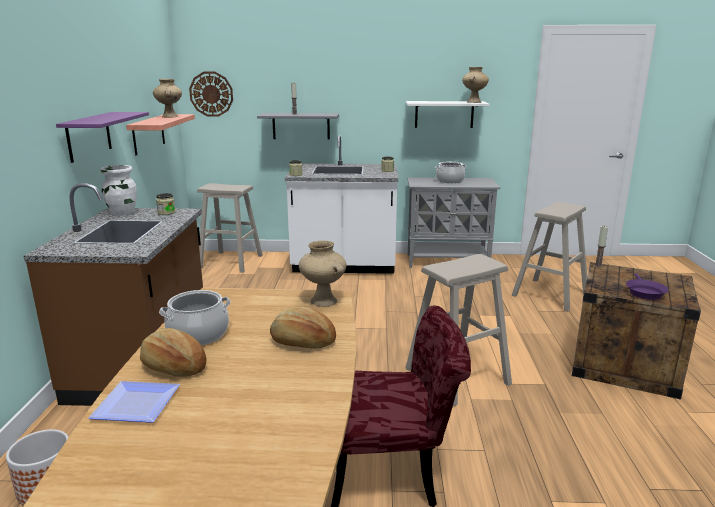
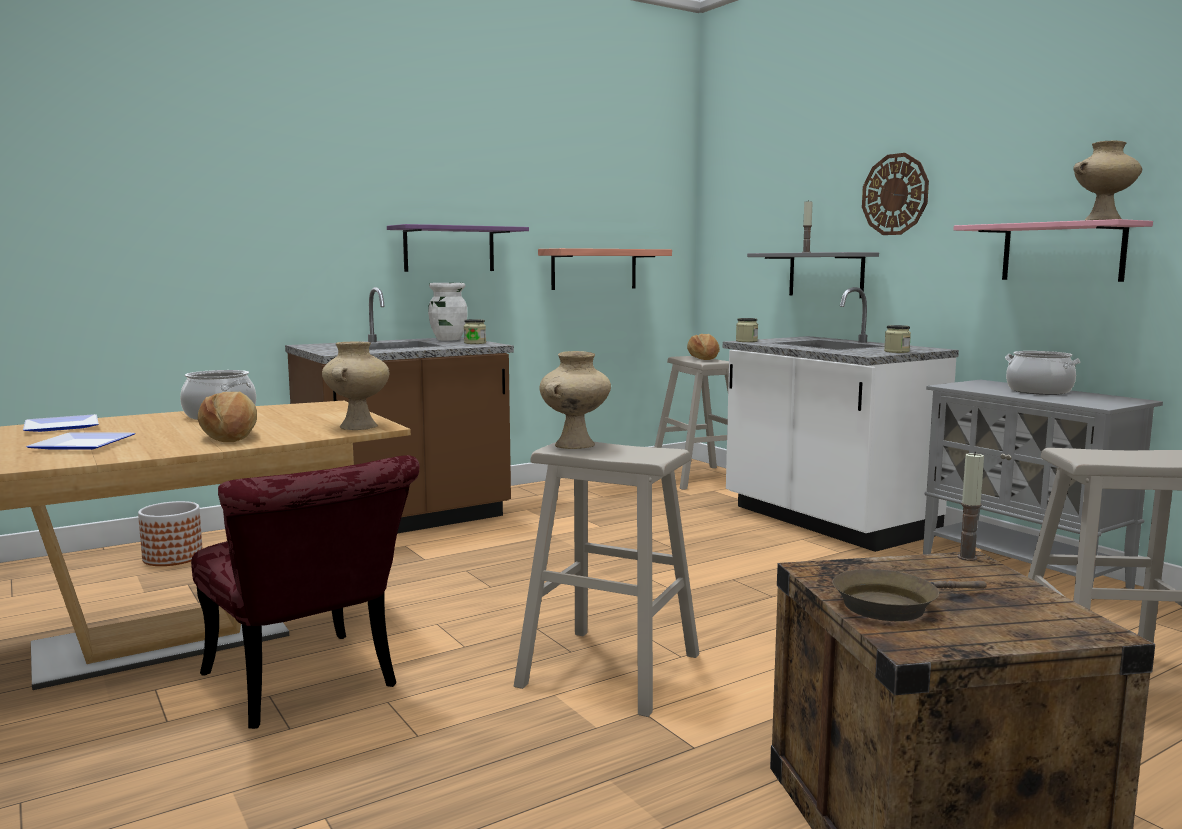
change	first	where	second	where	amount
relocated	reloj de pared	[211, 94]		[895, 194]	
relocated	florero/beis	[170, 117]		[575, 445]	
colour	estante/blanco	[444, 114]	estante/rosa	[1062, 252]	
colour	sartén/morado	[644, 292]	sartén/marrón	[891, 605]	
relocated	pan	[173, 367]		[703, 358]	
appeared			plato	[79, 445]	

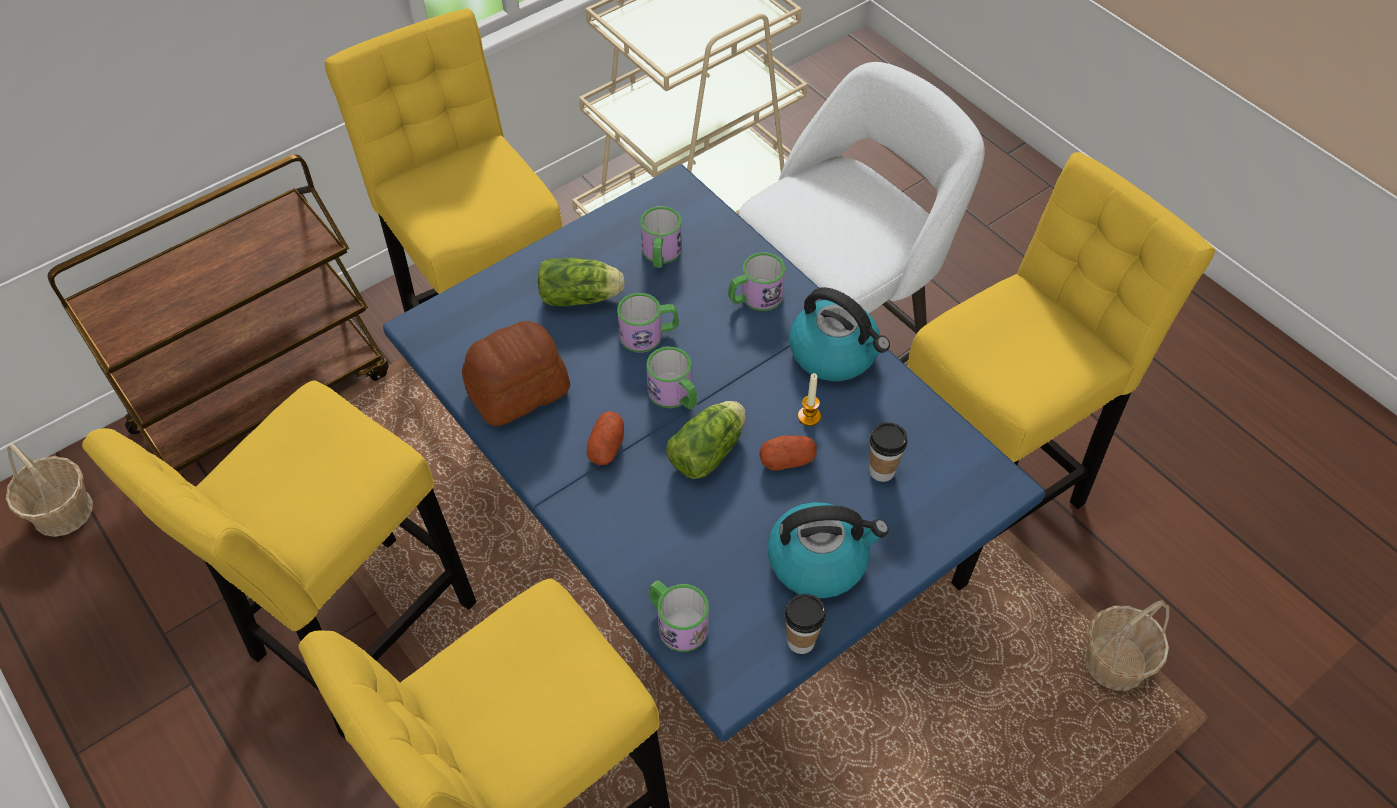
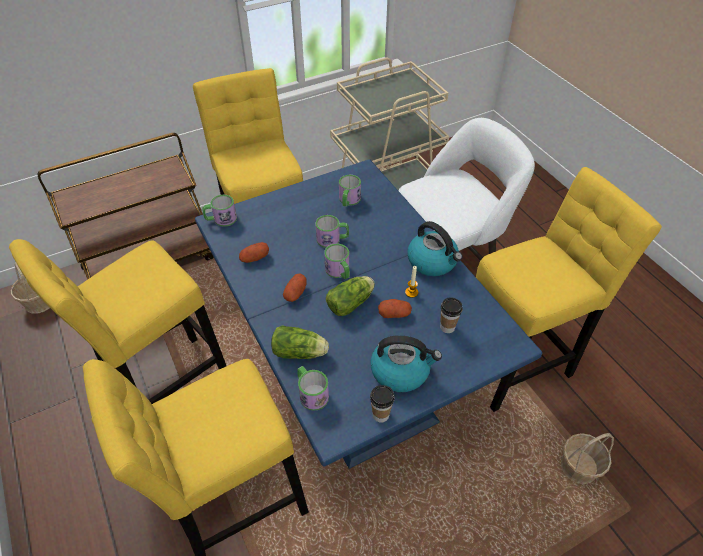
change	first	where	second	where	amount
relocated	taza grande	[755, 298]		[221, 219]	
relocated	lechuga	[583, 297]		[301, 352]	
exchanged	pan	[516, 390]	patata	[254, 258]	

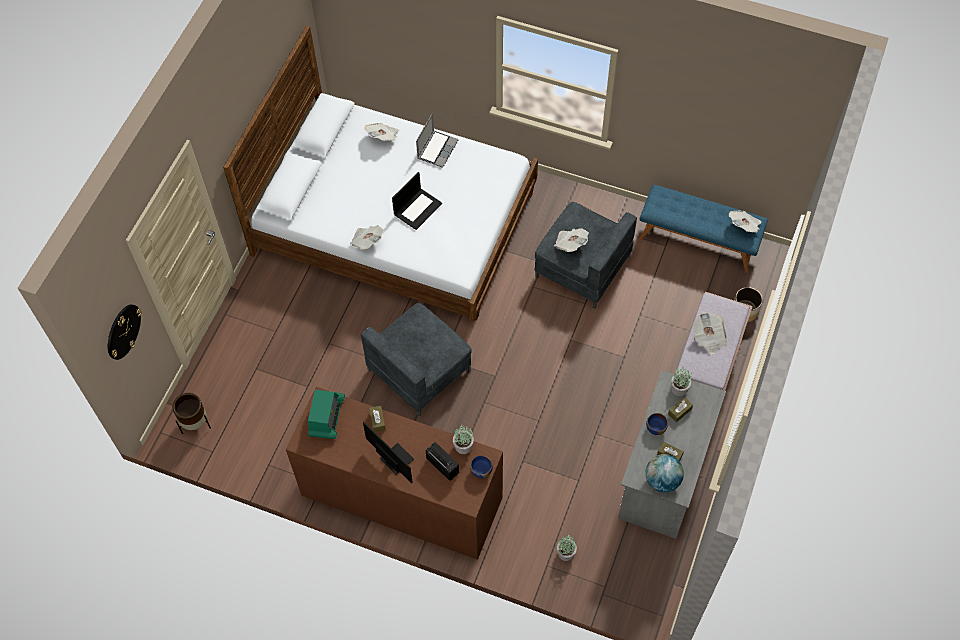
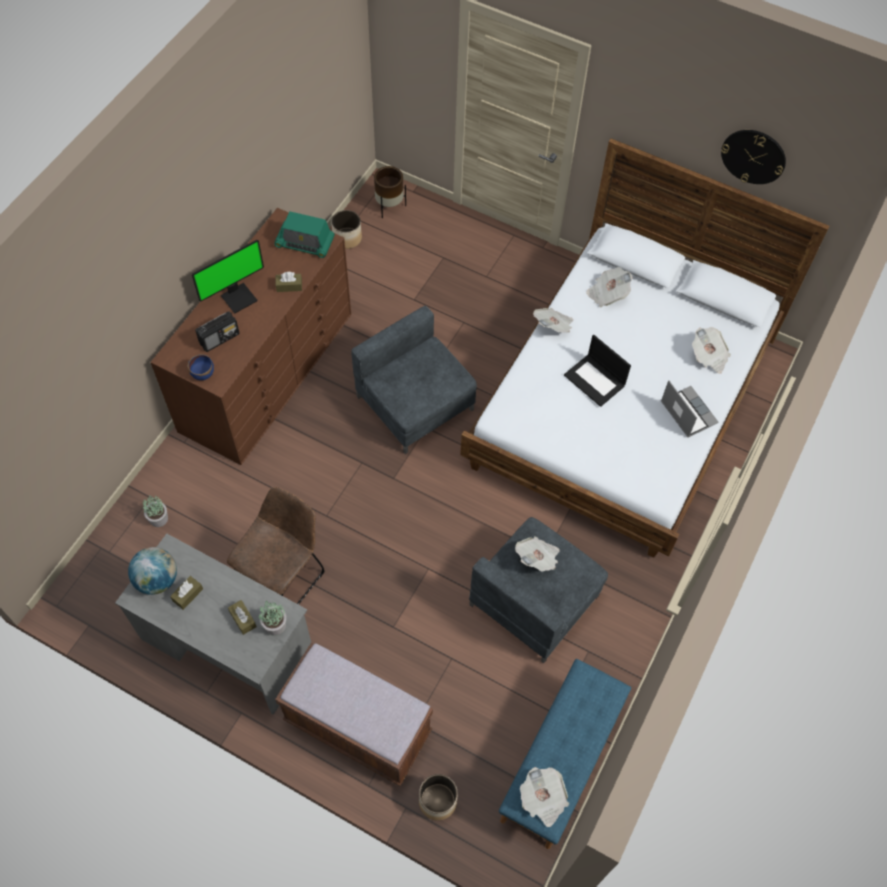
change	first	where	second	where	amount
spun	portátil	[437, 149]		[687, 412]	150 degrees counterclockwise
relocated	reloj de pared	[123, 331]		[753, 156]	
relocated	periódico	[708, 338]		[607, 294]	
missing	cuenco/azul	[655, 428]			
missing	planta en maceta	[463, 446]			
appeared			maceta	[347, 238]	
appeared			silla/marrón	[283, 576]	

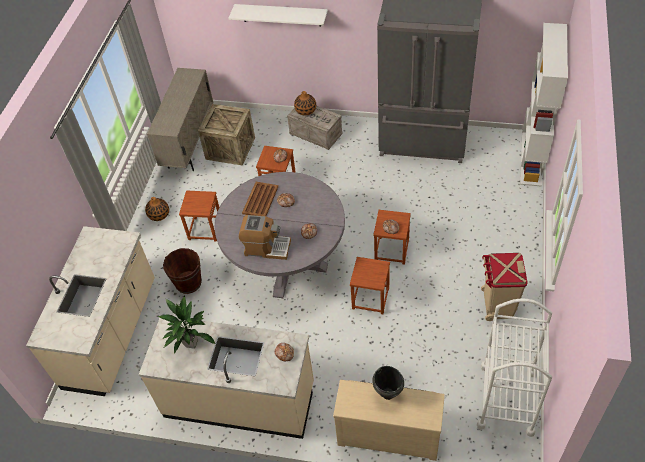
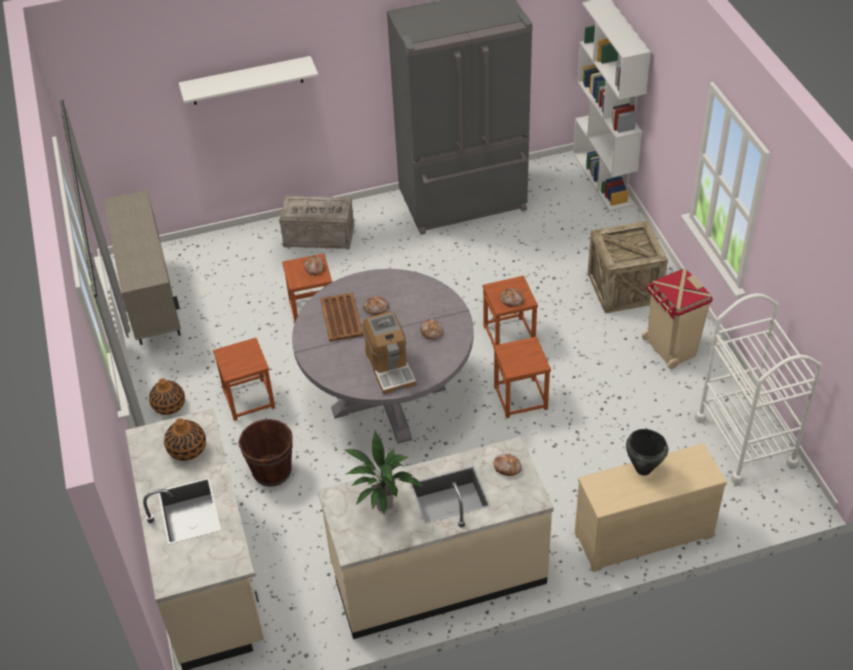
change	first	where	second	where	amount
relocated	florero	[305, 110]		[187, 449]	
relocated	caja de embalaje	[230, 148]		[624, 288]	
spun	cafetera	[266, 248]		[390, 368]	90 degrees clockwise

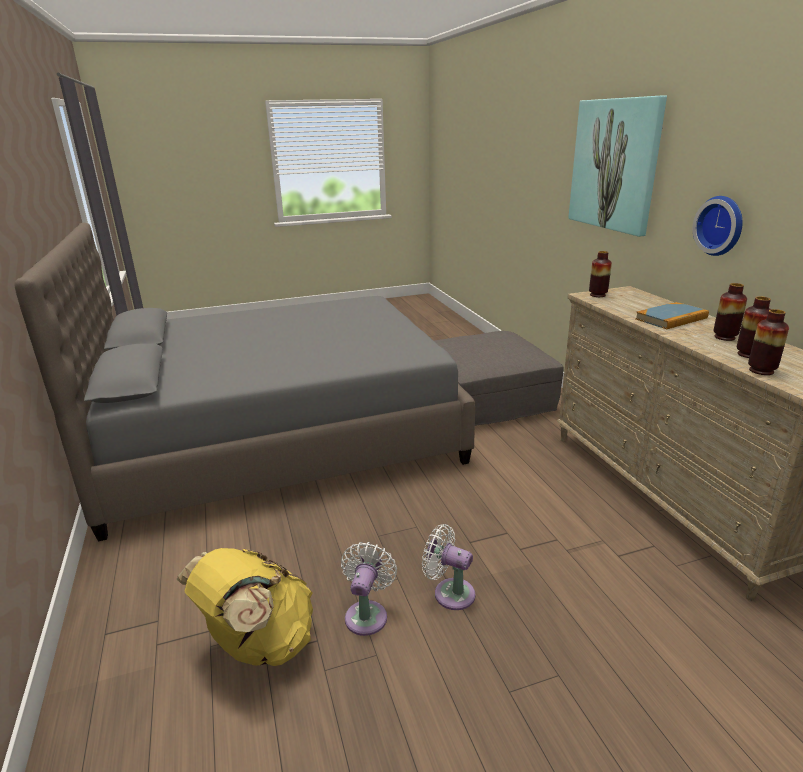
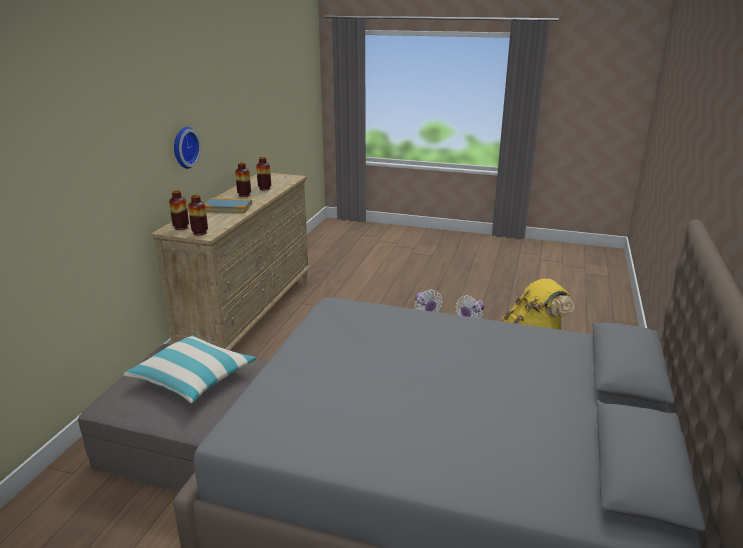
change	first	where	second	where	amount
missing	cuadro	[615, 165]			
relocated	florero	[761, 371]		[181, 228]	
appeared			cojín	[193, 378]	

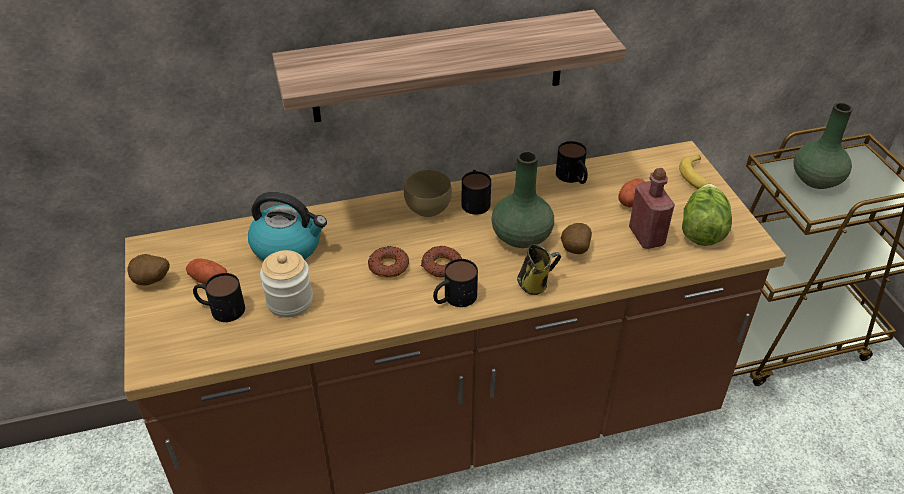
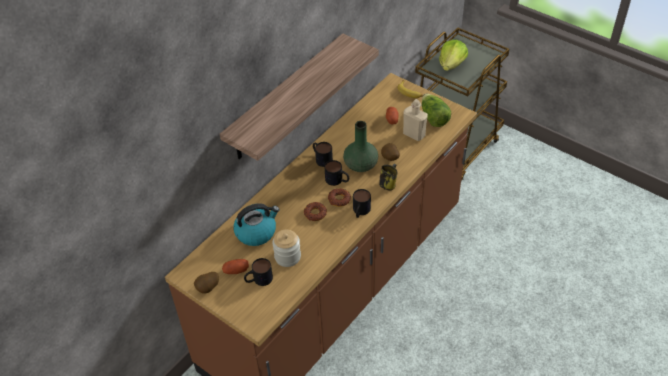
change	first	where	second	where	amount
exchanged	florero/verde	[817, 180]	lechuga	[451, 64]	
relocated	taza grande	[573, 178]		[337, 180]	
colour	botella/rojo	[646, 236]	botella/beis	[414, 134]	
missing	cuenco/marrón	[429, 208]			

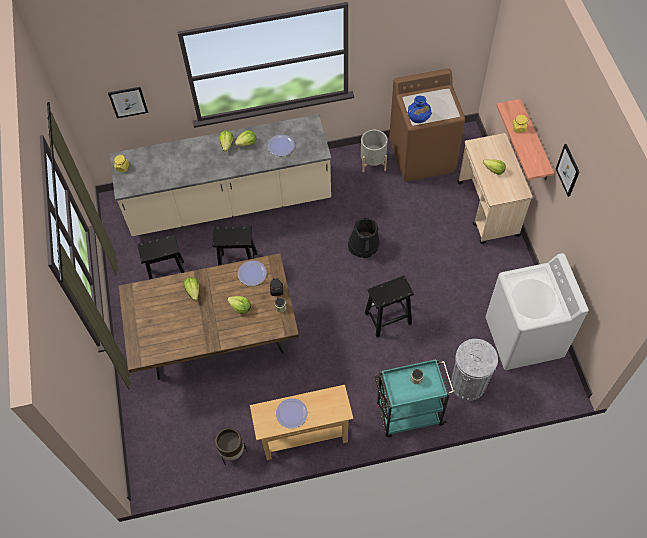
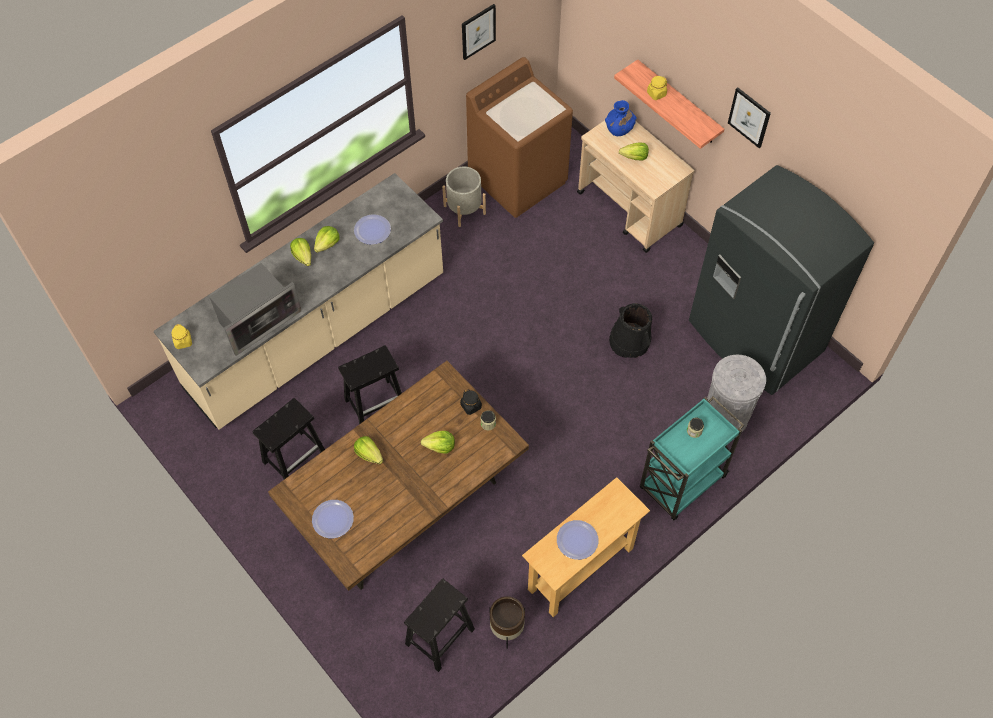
change	first	where	second	where	amount
relocated	cuadro	[128, 102]		[478, 31]	
relocated	florero/azul	[418, 118]		[619, 129]	
relocated	cubo/negro	[363, 245]		[630, 341]	
exchanged	lavadora/blanco	[523, 338]	nevera/gris	[754, 338]	
relocated	plato	[252, 273]		[333, 519]	
relocated	taburete/negro	[387, 318]		[439, 637]	
appeared			microondas	[257, 320]	

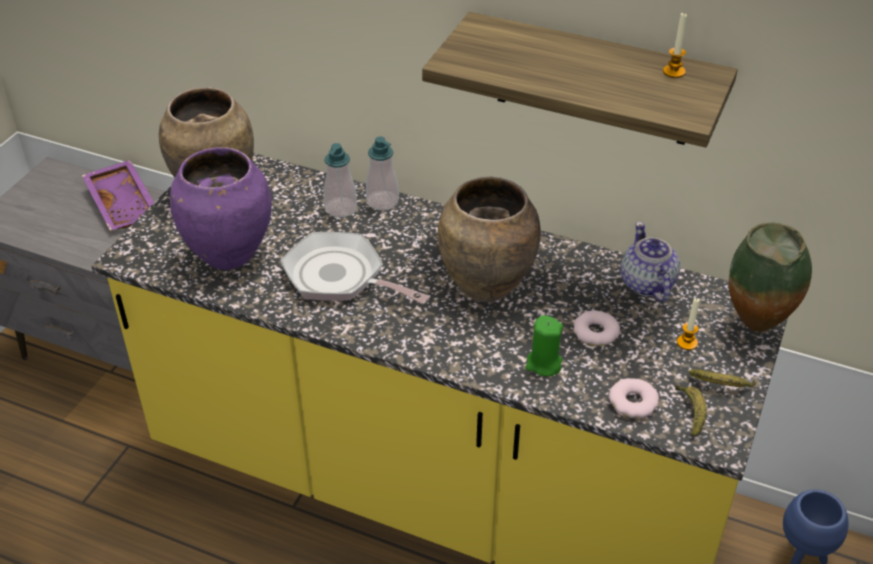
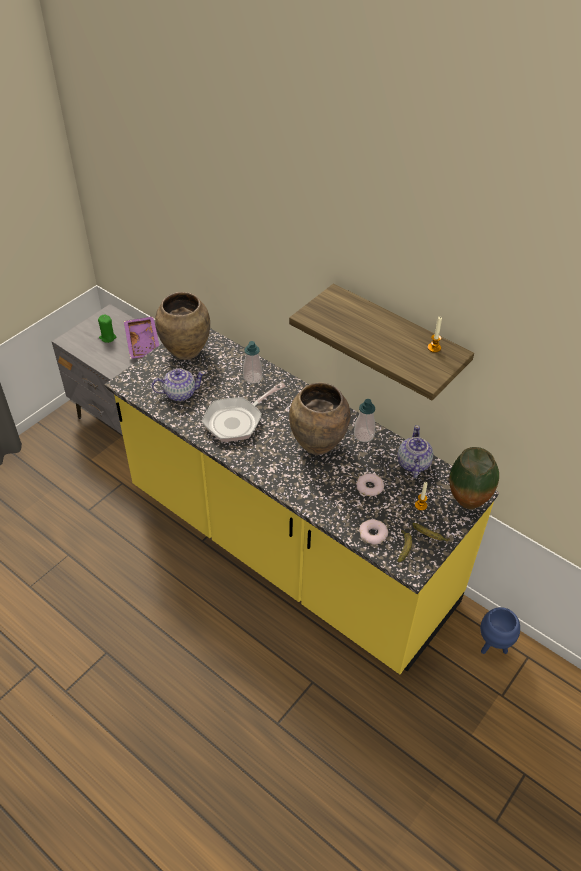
change	first	where	second	where	amount
relocated	dispensador de jabón	[382, 201]		[364, 435]	
exchanged	florero/morado	[228, 254]	tetera	[179, 393]	
spun	sartén	[340, 277]		[237, 421]	90 degrees counterclockwise
relocated	vela/verde	[543, 364]		[107, 337]	

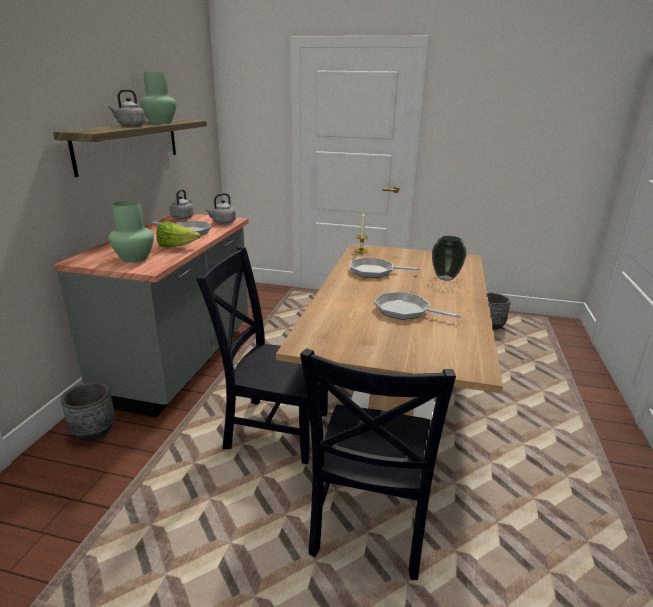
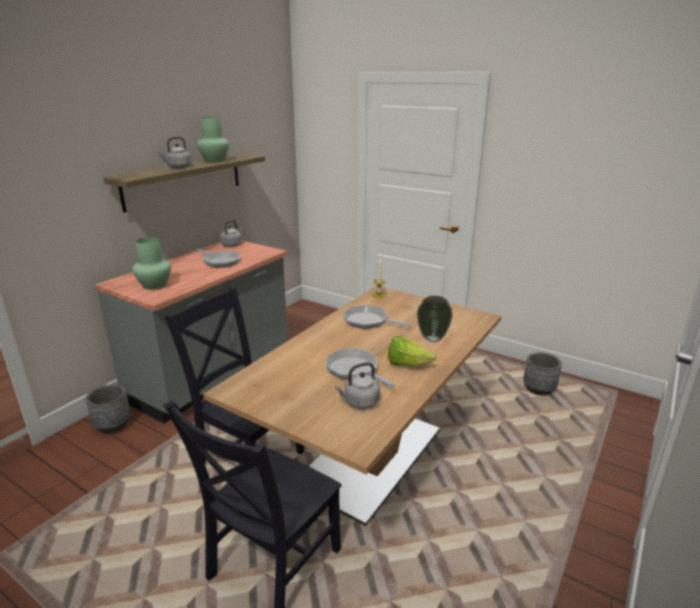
change	first	where	second	where	amount
relocated	hervidor/gris	[223, 222]		[359, 402]	
relocated	lechuga	[176, 247]		[407, 364]	

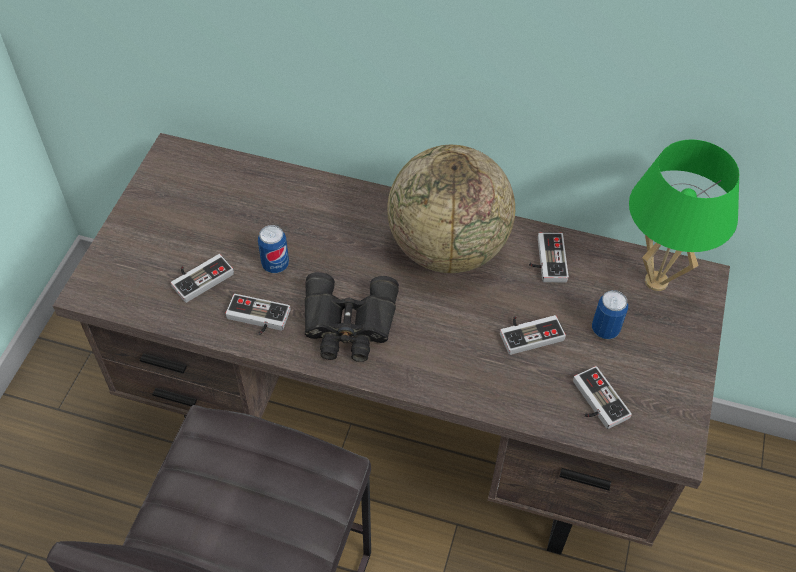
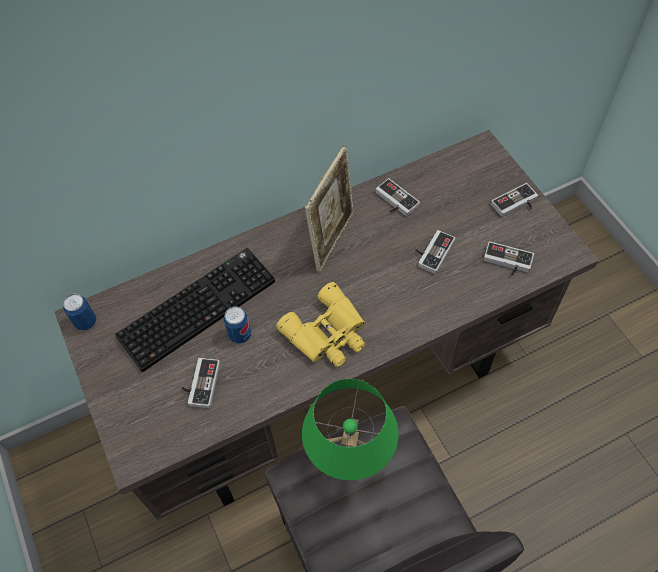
change	first	where	second	where	amount
relocated	lámpara de mesa/verde	[656, 281]		[350, 466]	
exchanged	globo terráqueo	[447, 248]	portarretratos	[332, 239]	
colour	prismáticos/negro	[349, 325]	prismáticos/amarillo	[328, 334]	
relocated	lata	[605, 329]		[86, 322]	
relocated	mando de consola	[256, 319]		[516, 205]	
appeared			teclado	[197, 306]	

